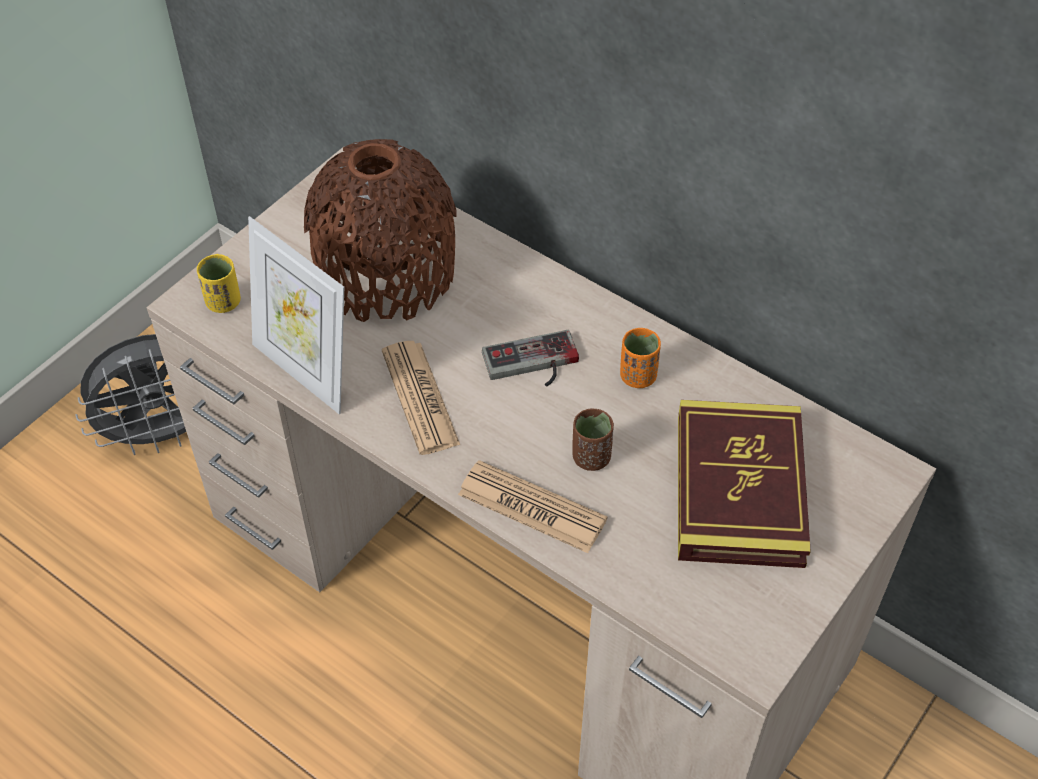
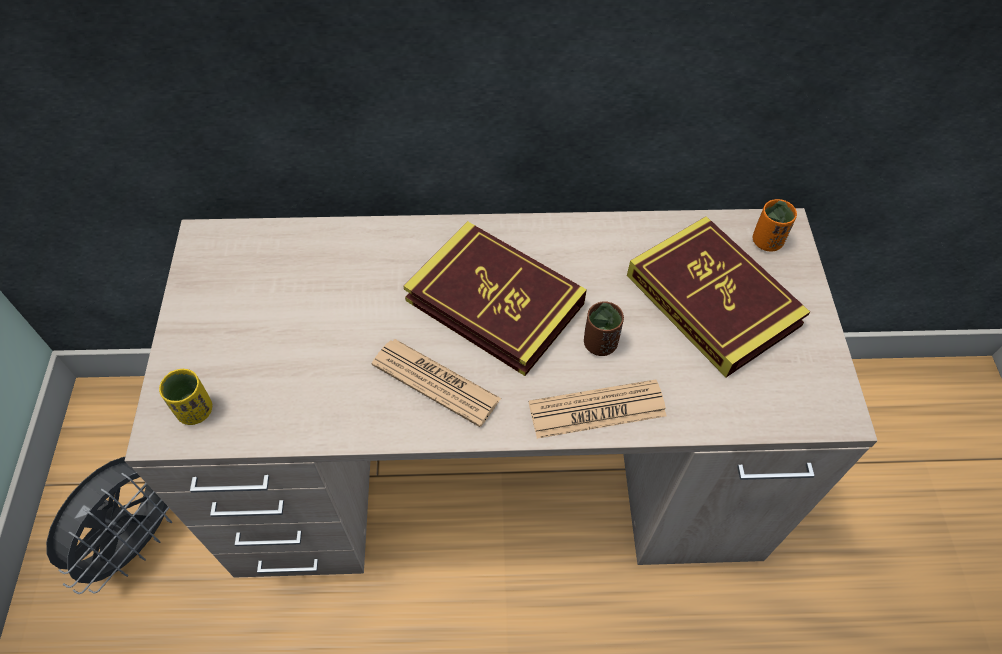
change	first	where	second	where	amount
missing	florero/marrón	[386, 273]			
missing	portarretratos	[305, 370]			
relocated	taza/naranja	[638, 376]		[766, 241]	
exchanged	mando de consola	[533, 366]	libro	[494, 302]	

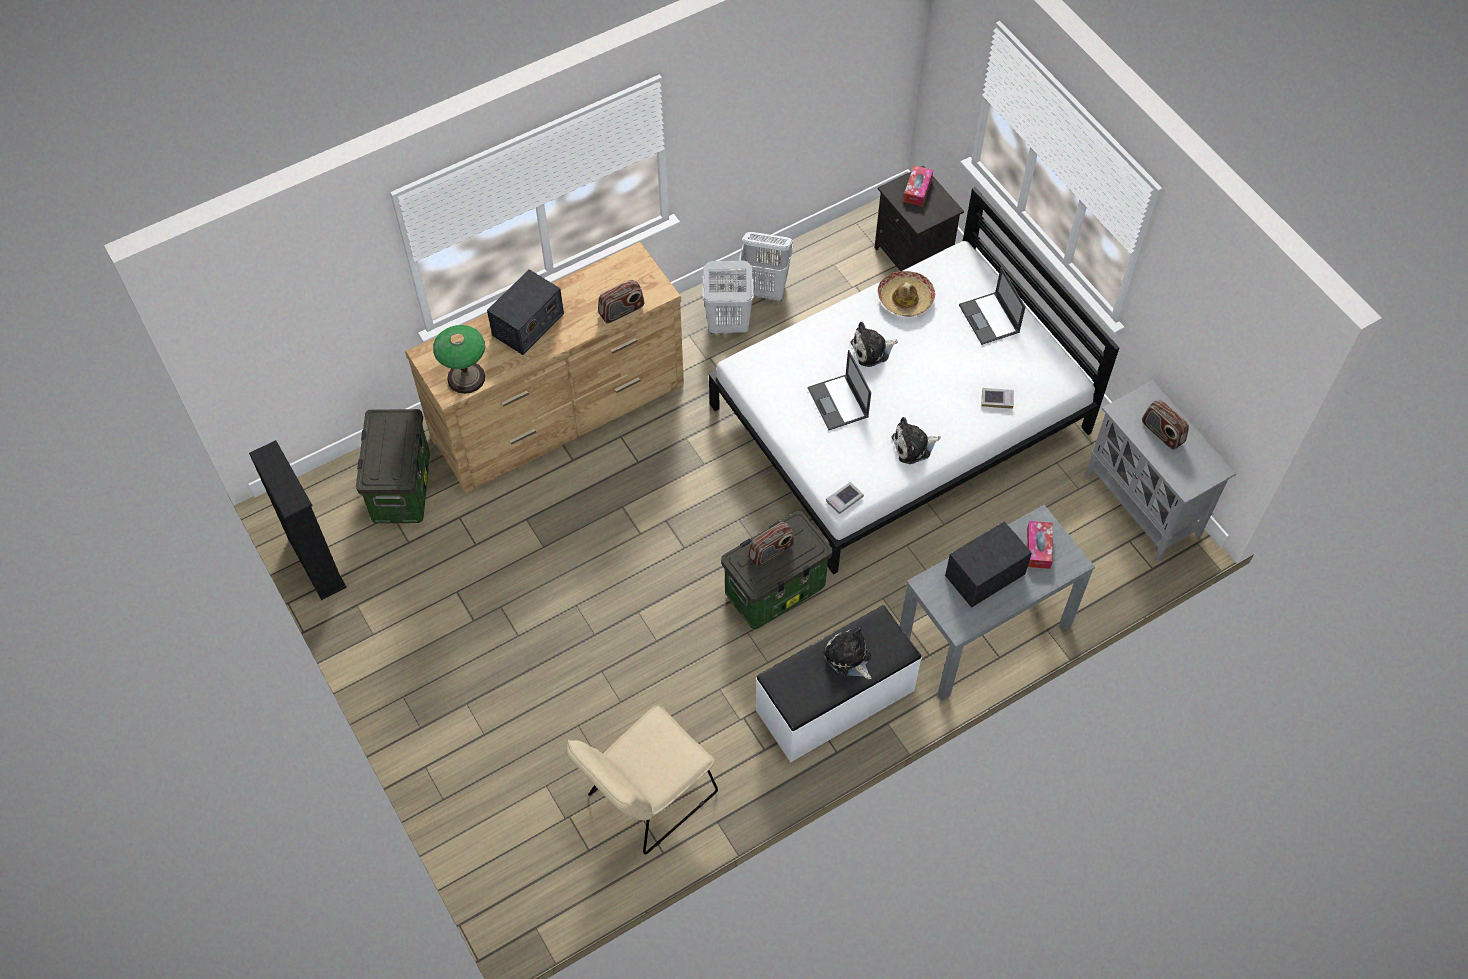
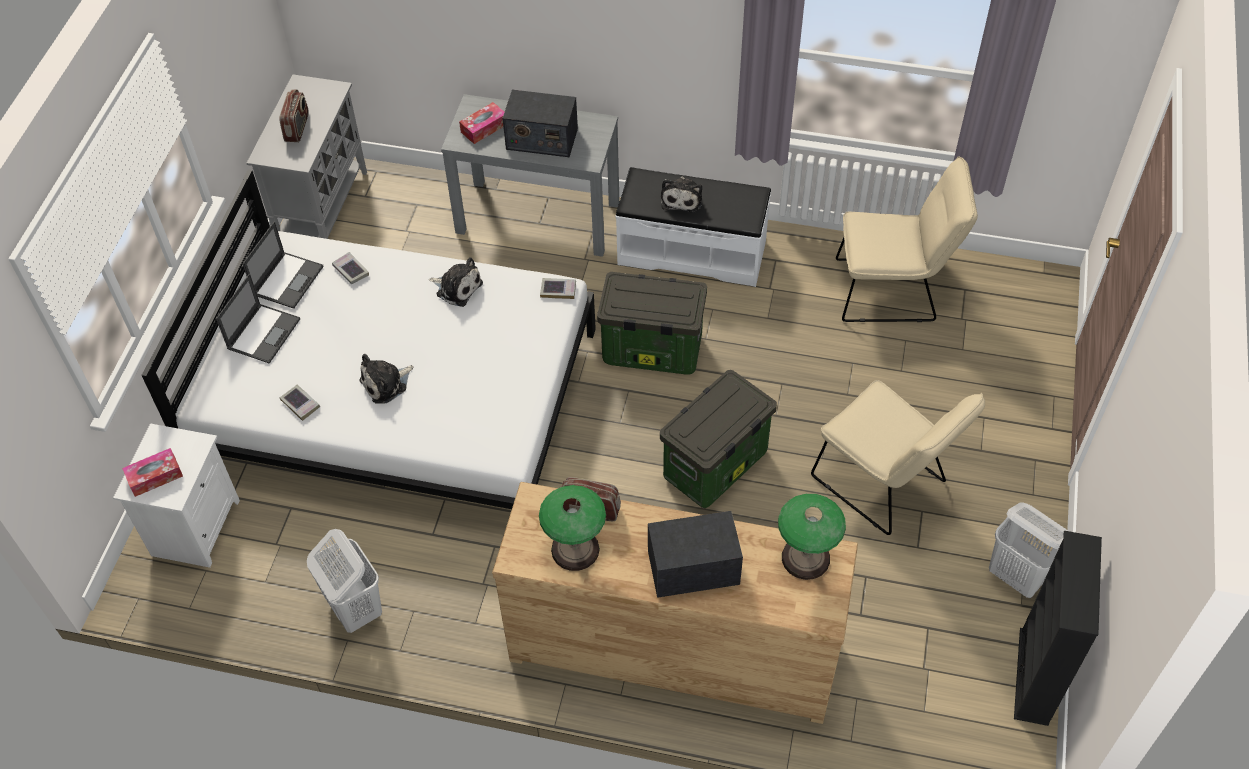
change	first	where	second	where	amount
colour	mesita de noche/negro	[914, 258]	mesita de noche/blanco	[195, 526]	
relocated	cesto de la ropa/blanco	[727, 324]		[1018, 576]	
exchanged	sombrero	[905, 299]	libro	[300, 404]	
spun	peluche	[872, 350]		[386, 383]	120 degrees clockwise
relocated	portátil	[838, 403]		[288, 280]	
relocated	caja de almacenaje	[401, 487]		[715, 467]	
missing	radio	[771, 552]			
appeared			silla/beis	[885, 484]	
appeared			lámpara de mesa	[575, 549]	

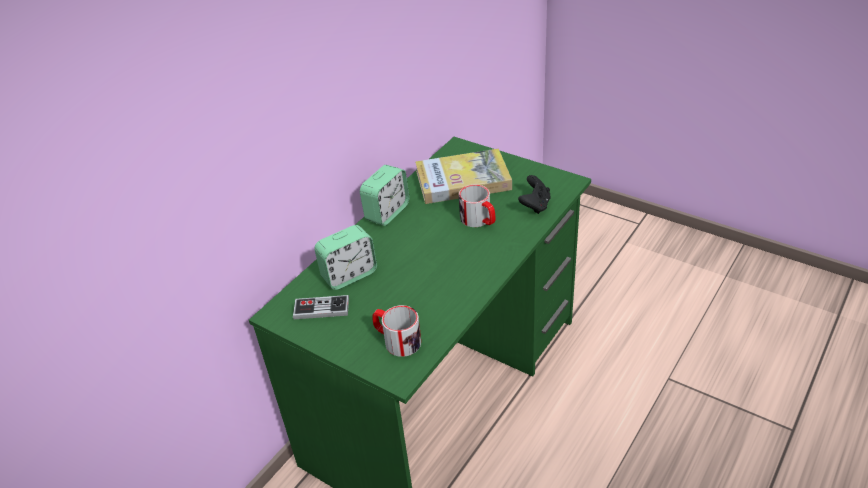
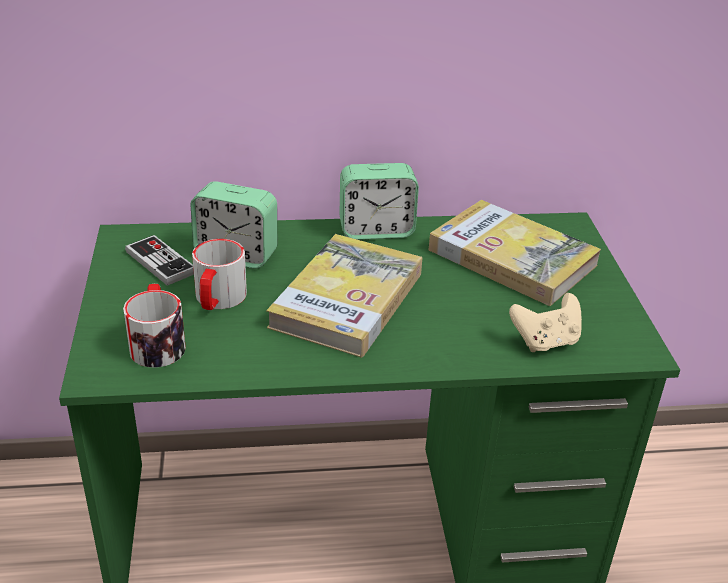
change	first	where	second	where	amount
colour	mando de consola/negro	[535, 205]	mando de consola/beis	[545, 341]	
relocated	taza grande	[479, 220]		[218, 300]	
appeared			libro	[347, 299]	

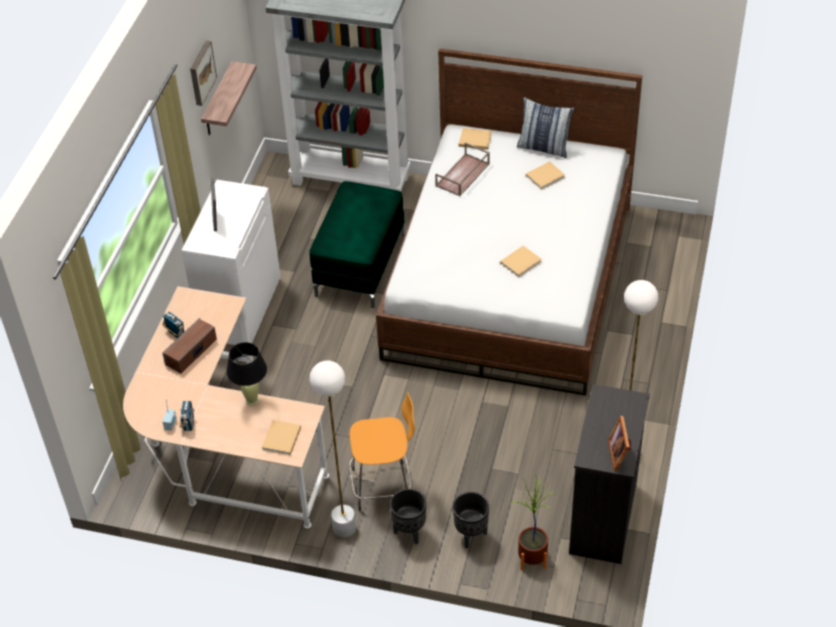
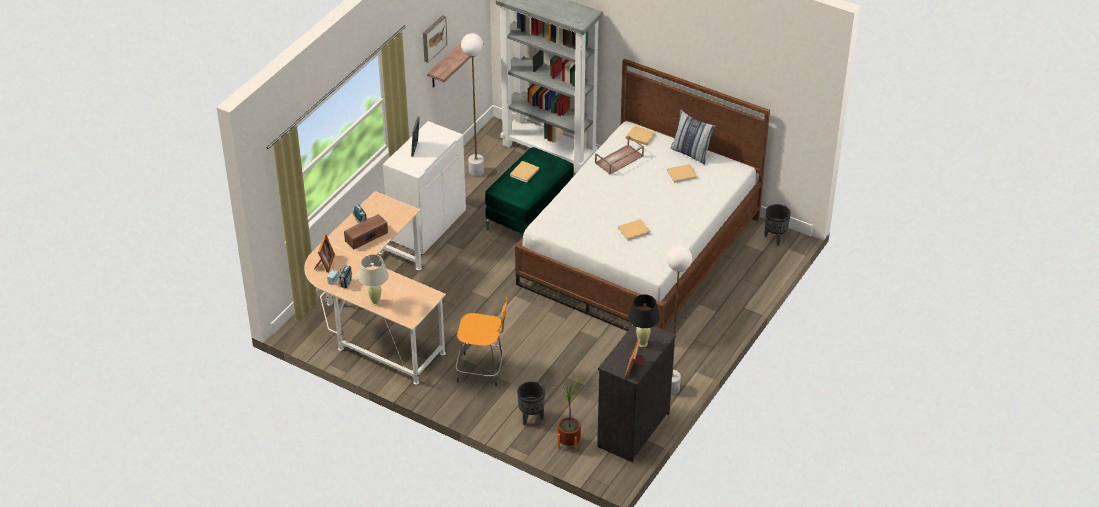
change	first	where	second	where	amount
relocated	lámpara de mesa/negro	[252, 400]		[642, 343]	
relocated	lámpara de pie/blanco	[344, 528]		[476, 171]	
relocated	libro/beis	[281, 439]		[524, 173]	
relocated	maceta/negro	[409, 532]		[775, 238]	
appeared			portarretratos	[324, 263]	
appeared			lámpara de mesa/beis	[375, 302]	

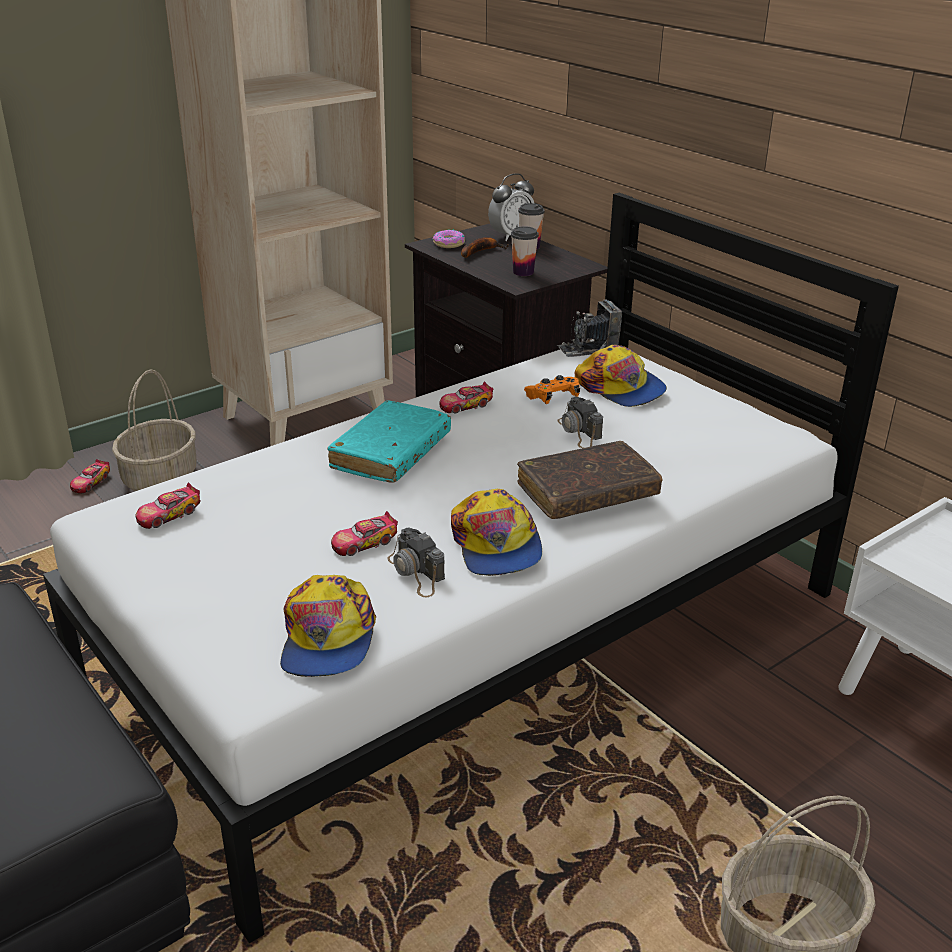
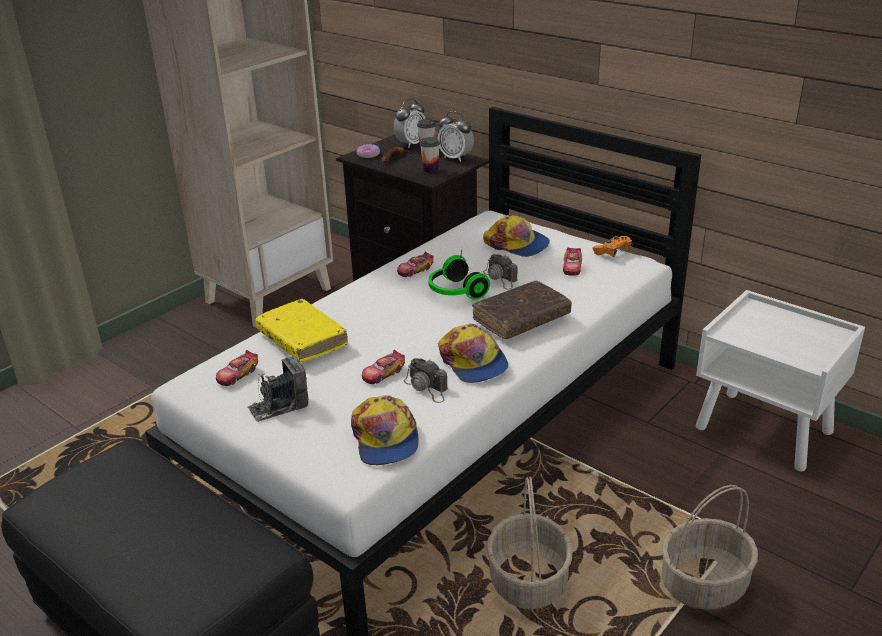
change	first	where	second	where	amount
relocated	cámara	[587, 349]		[278, 406]	
relocated	cesta	[160, 478]		[529, 582]	
relocated	mando de consola/naranja	[552, 398]		[612, 252]	
missing	libro/turquesa	[391, 453]			
relocated	coche de juguete	[90, 483]		[572, 267]	
appeared			despertador	[456, 158]	
appeared			auriculares	[455, 292]	
appeared			libro/amarillo	[302, 339]	

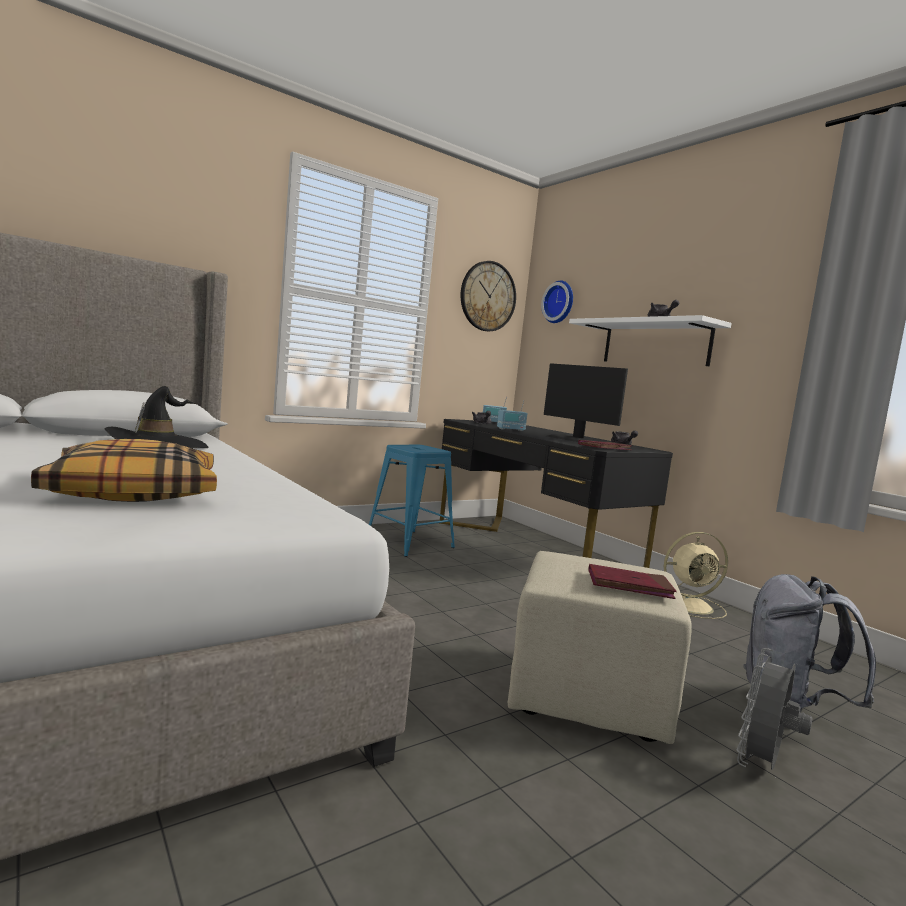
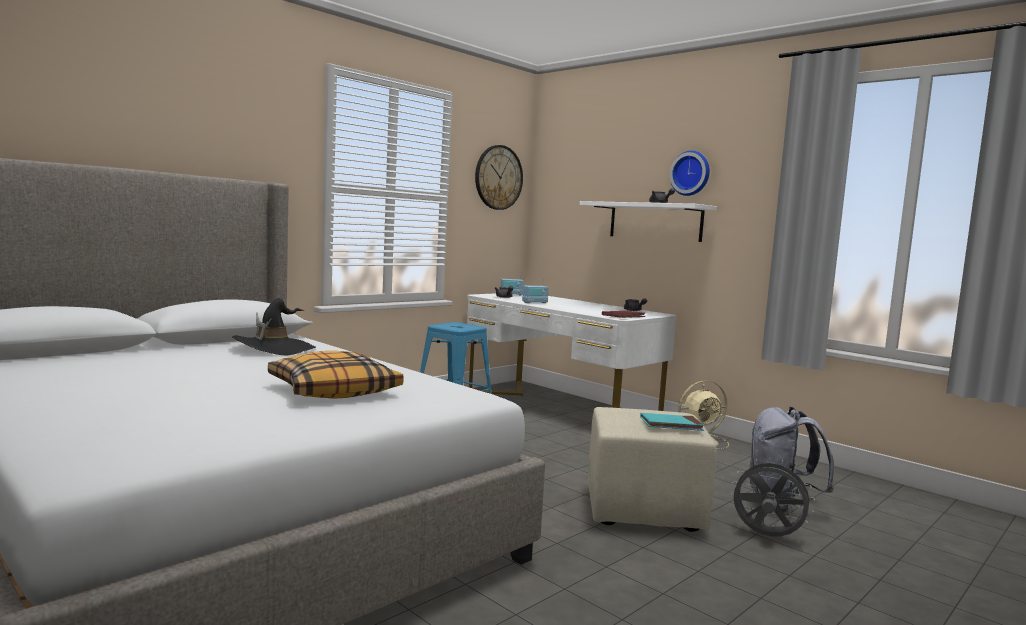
change	first	where	second	where	amount
relocated	reloj de pared	[560, 302]		[691, 173]	
missing	monitor	[573, 439]			
colour	escritorio/negro	[532, 547]	escritorio/blanco	[559, 406]	
colour	libro/rojo	[629, 585]	libro/turquesa	[671, 425]	
spun	ventilador/gris	[761, 765]		[766, 537]	90 degrees clockwise

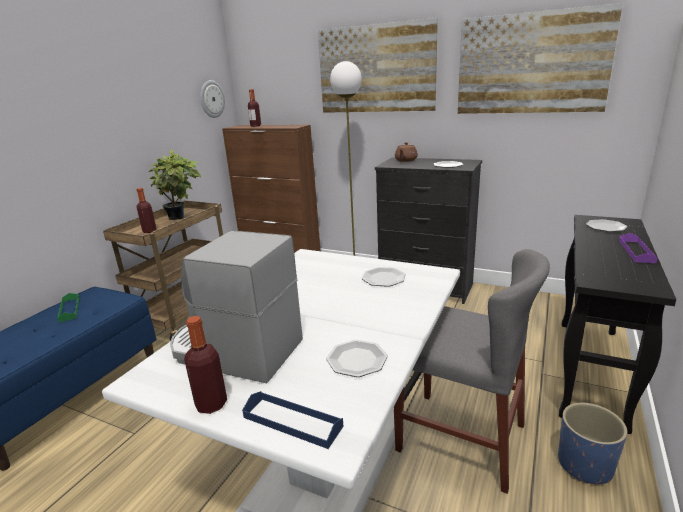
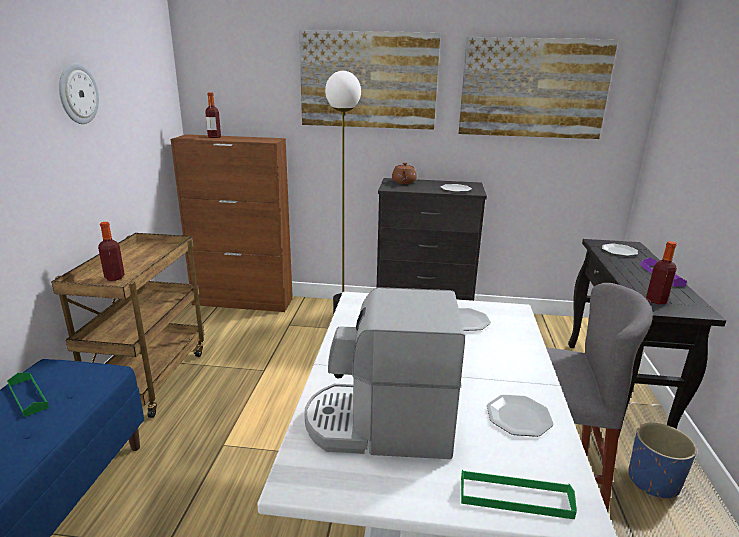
change	first	where	second	where	amount
relocated	reloj de pared	[211, 99]		[77, 94]	
missing	planta en maceta	[181, 218]			
relocated	botella	[211, 404]		[656, 300]	
colour	bandeja/azul	[292, 422]	bandeja/verde	[515, 497]	

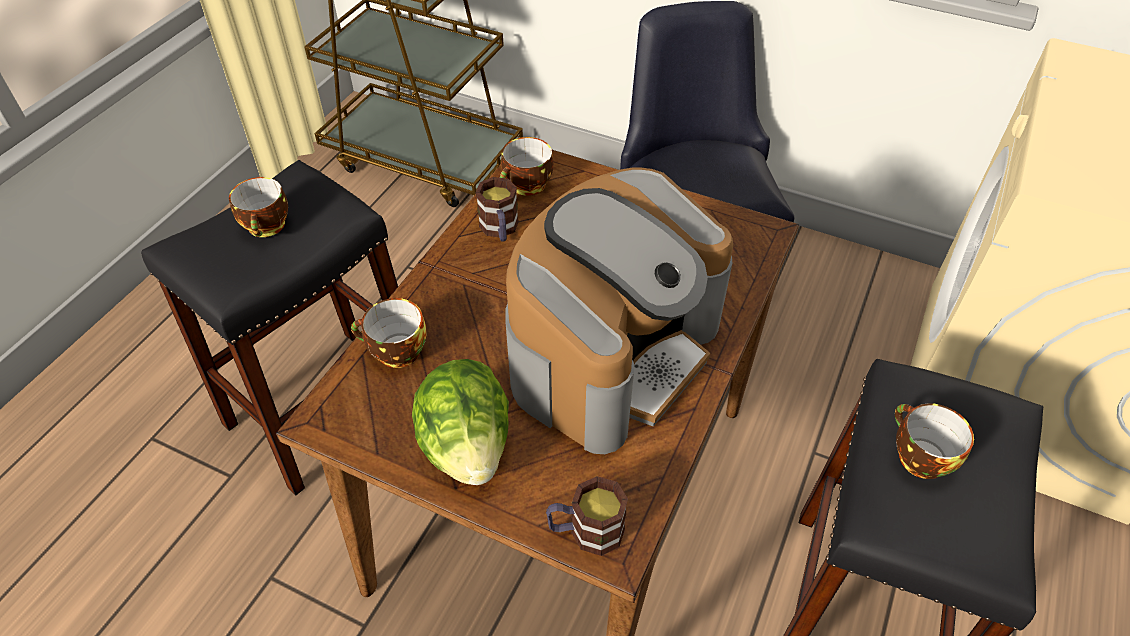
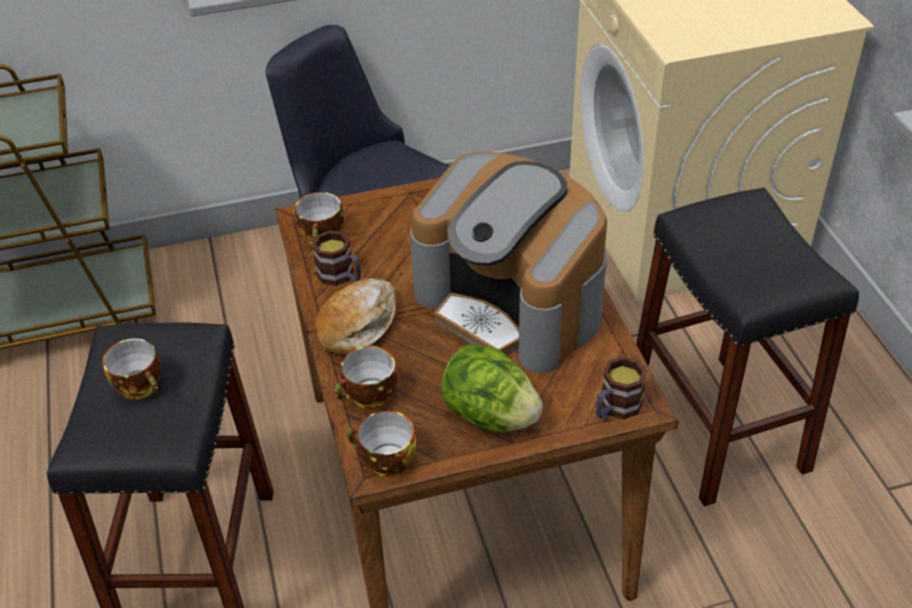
change	first	where	second	where	amount
spun	cafetera	[612, 352]		[512, 304]	135 degrees clockwise
relocated	taza	[917, 457]		[385, 462]	
appeared			pan	[358, 325]	

